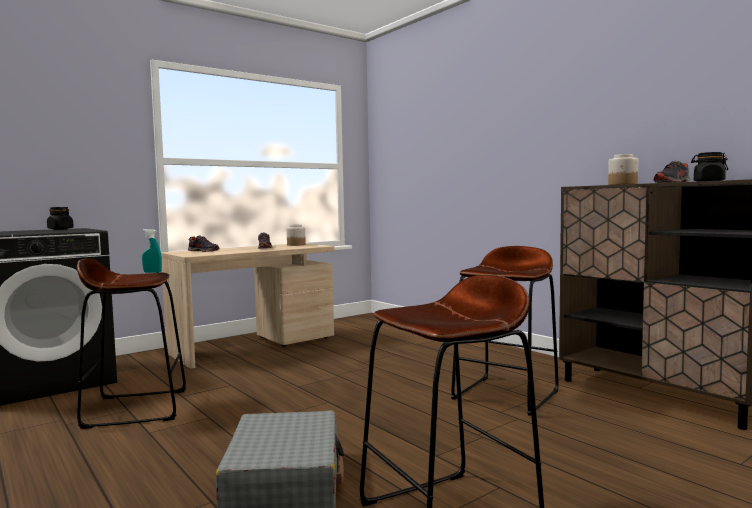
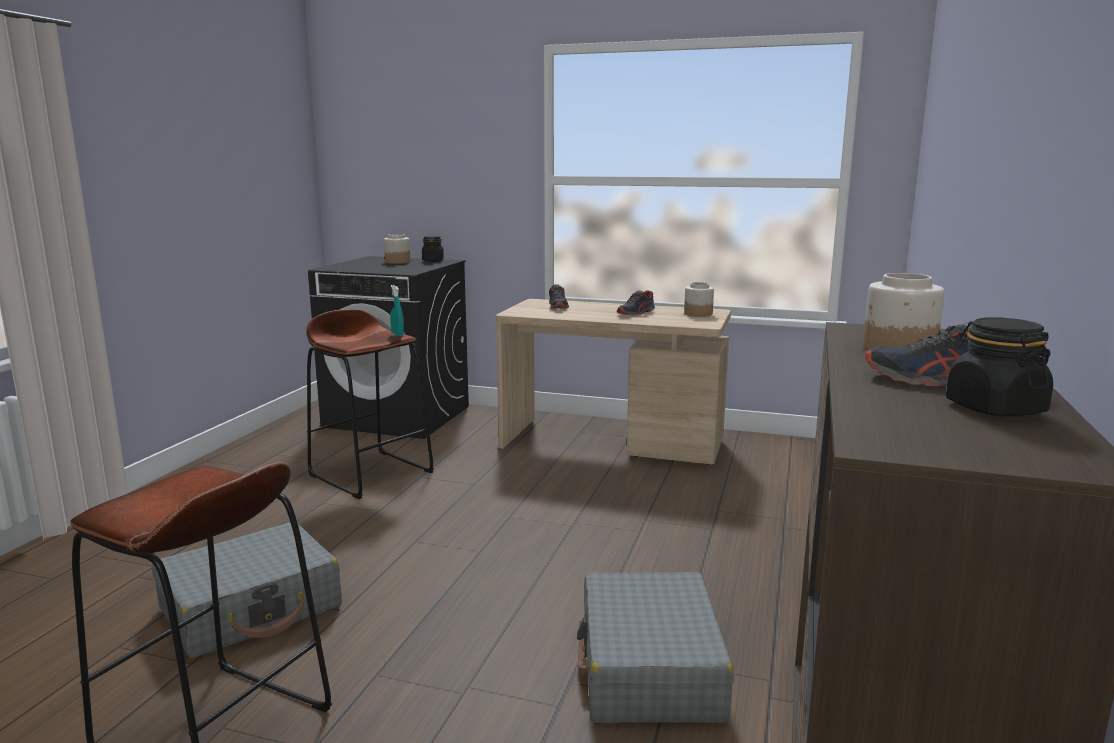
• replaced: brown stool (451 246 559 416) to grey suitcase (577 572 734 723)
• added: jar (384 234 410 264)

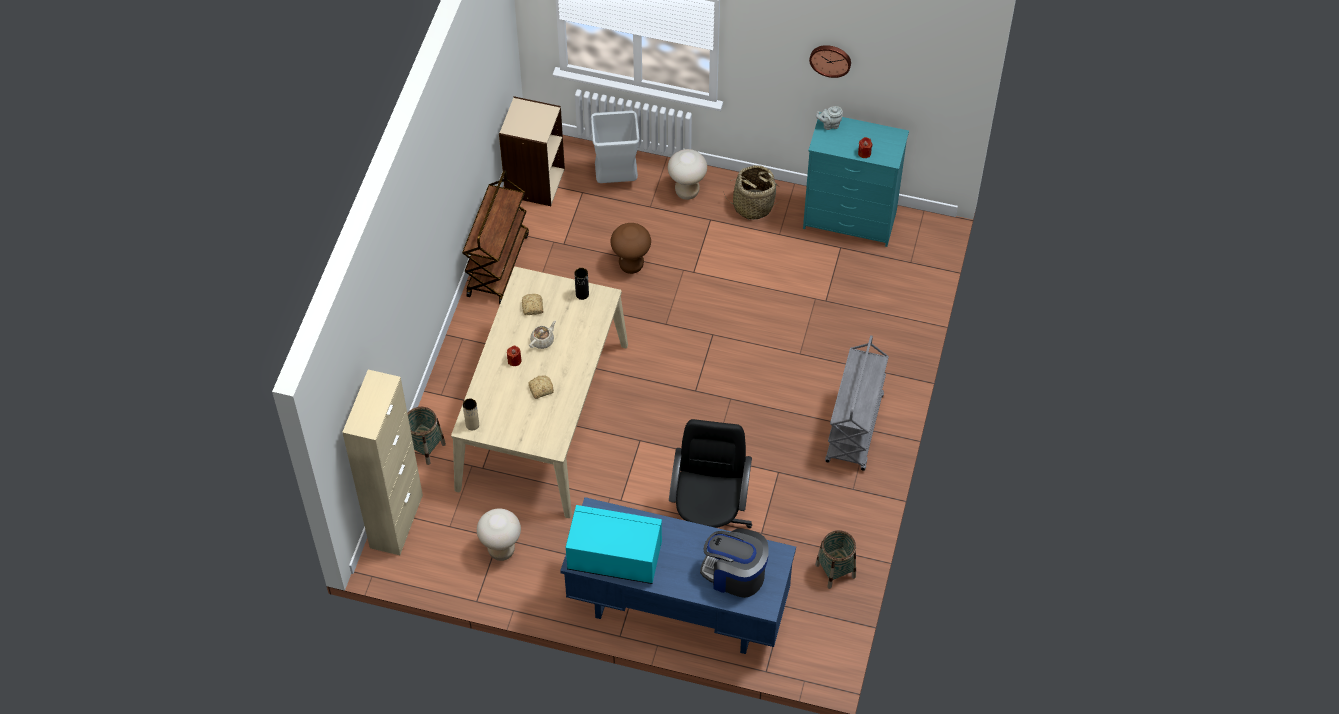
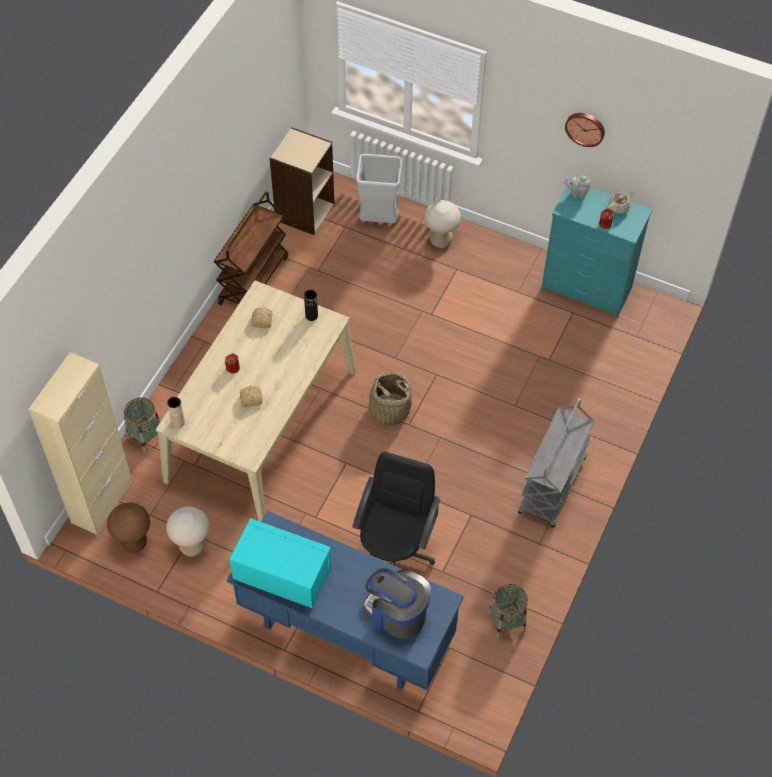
• moved: beige teapot (529 320 556 349) to (608 190 635 213)
• moved: brown stool (611 223 651 274) to (107 503 150 553)
• moved: basket (724 165 780 220) to (361 372 415 426)

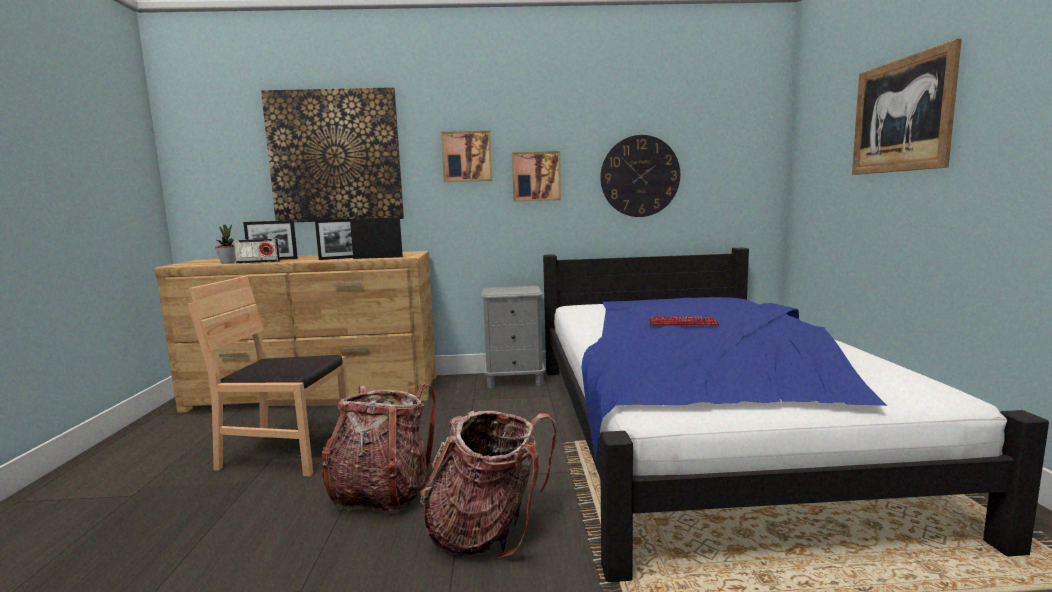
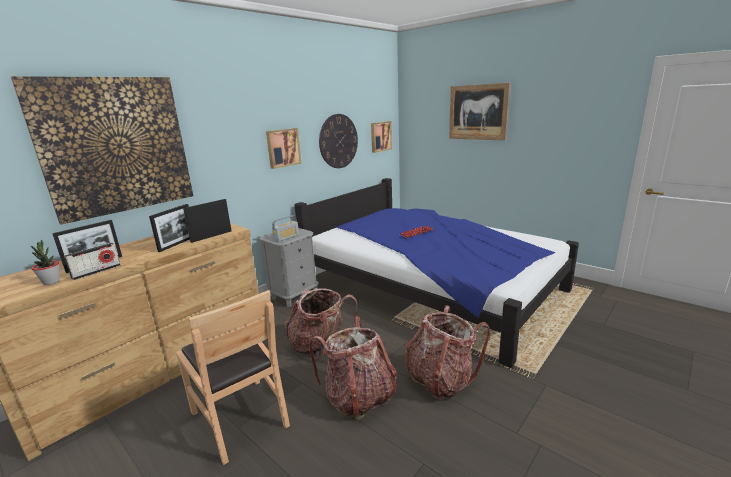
• turned: brown chair (188 276 348 476) = (176 290 290 465) 90 degrees counterclockwise
• moved: picture (441 131 492 182) to (371 121 392 153)
• added: radio (272 215 299 242)
• added: backpack (285 288 357 359)

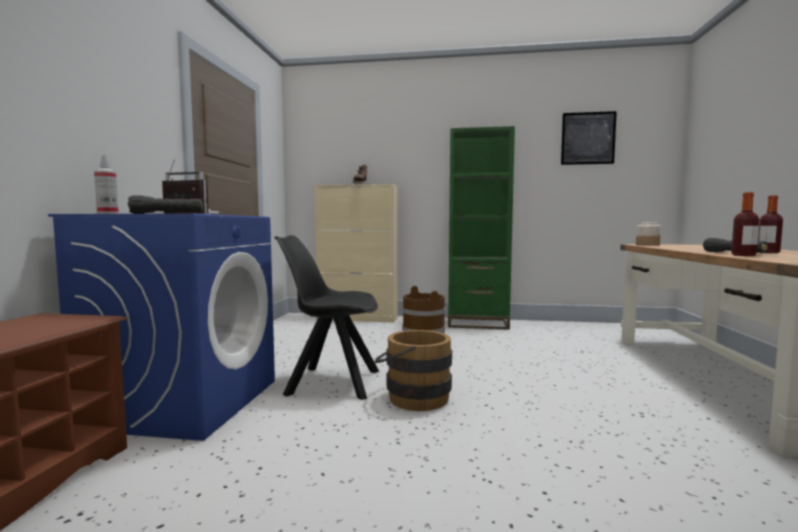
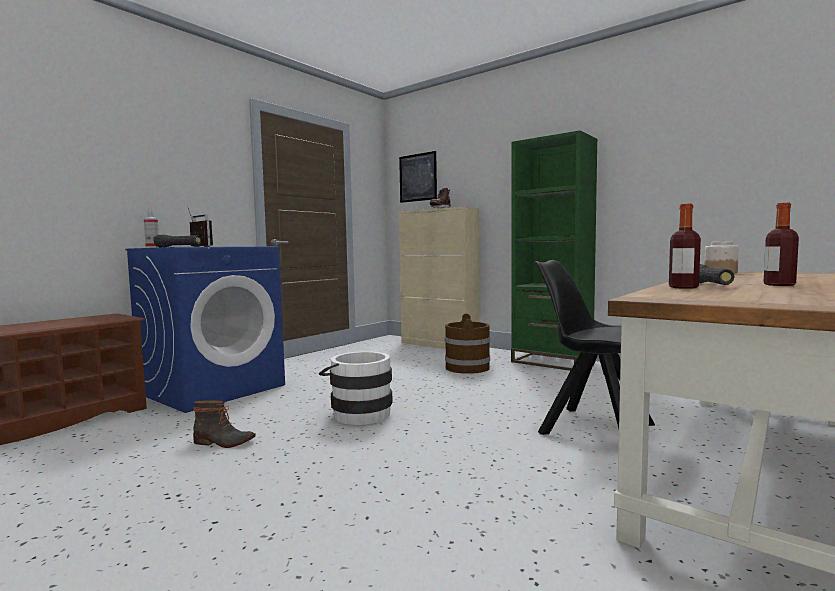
• moved: black chair (274 235 379 400) to (535 260 655 435)
• recoloured: brown bucket (375 330 452 411) to white bucket (319 351 393 425)
• moved: picture (561 111 617 165) to (399 151 437 203)
• added: boot (193 400 256 448)

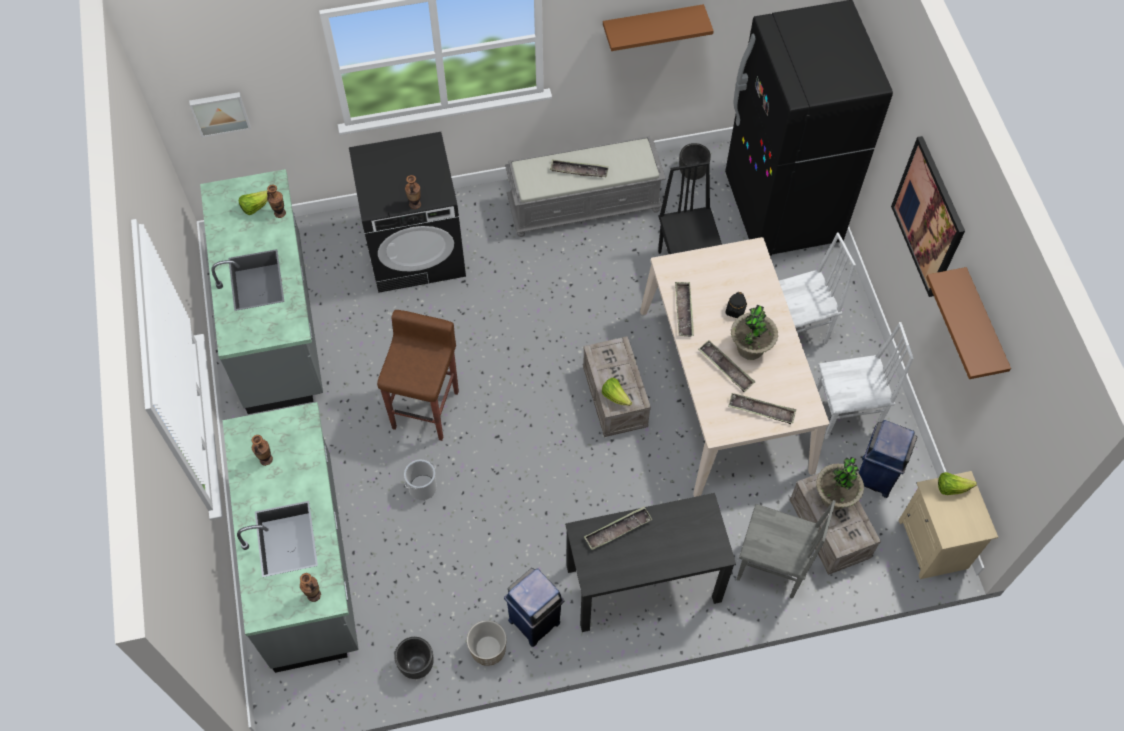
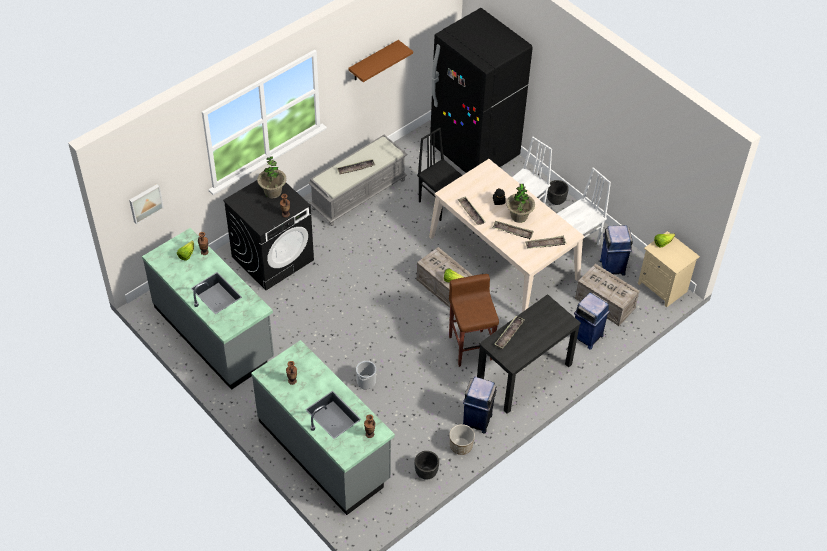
• moved: brown stool (377 310 459 441) to (449 274 499 367)
• moved: black planter (679 143 711 180) to (547 180 569 205)
• replaced: grey chair (736 500 836 599) to blue trash can (574 293 610 350)
• moved: potted plant (816 457 864 510) to (257 157 287 198)
• removed: picture (891 136 965 297)
• removed: brown shelf (926 267 1011 379)

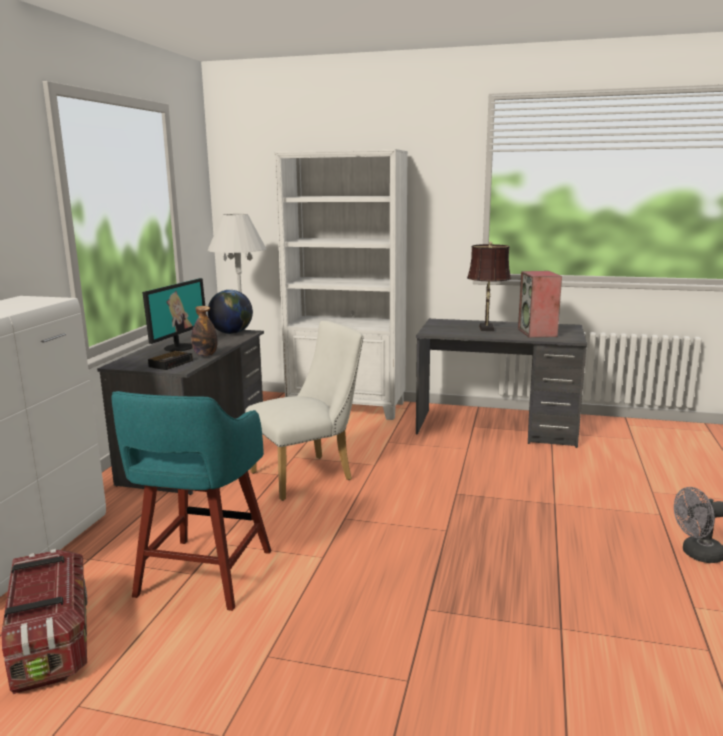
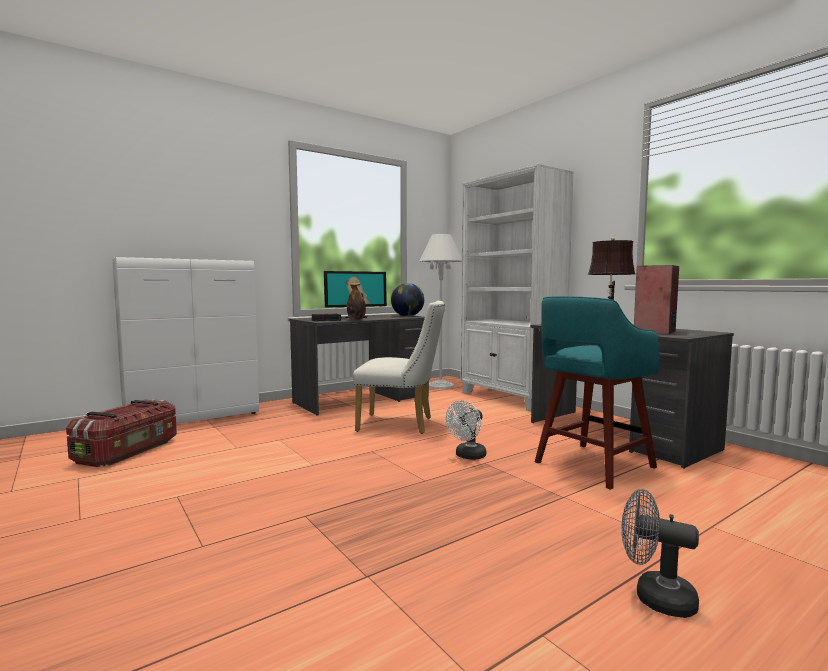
• moved: turquoise stool (111 391 271 611) to (535 296 661 490)
• added: white fan (446 401 486 460)

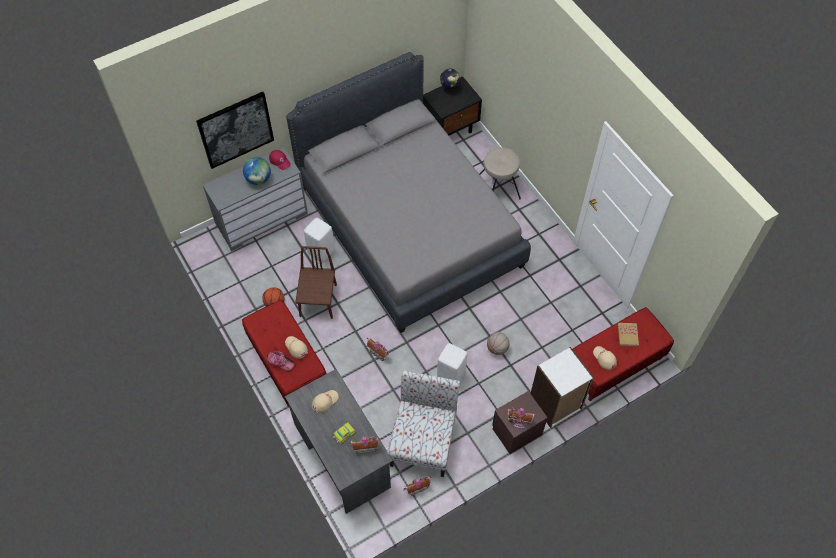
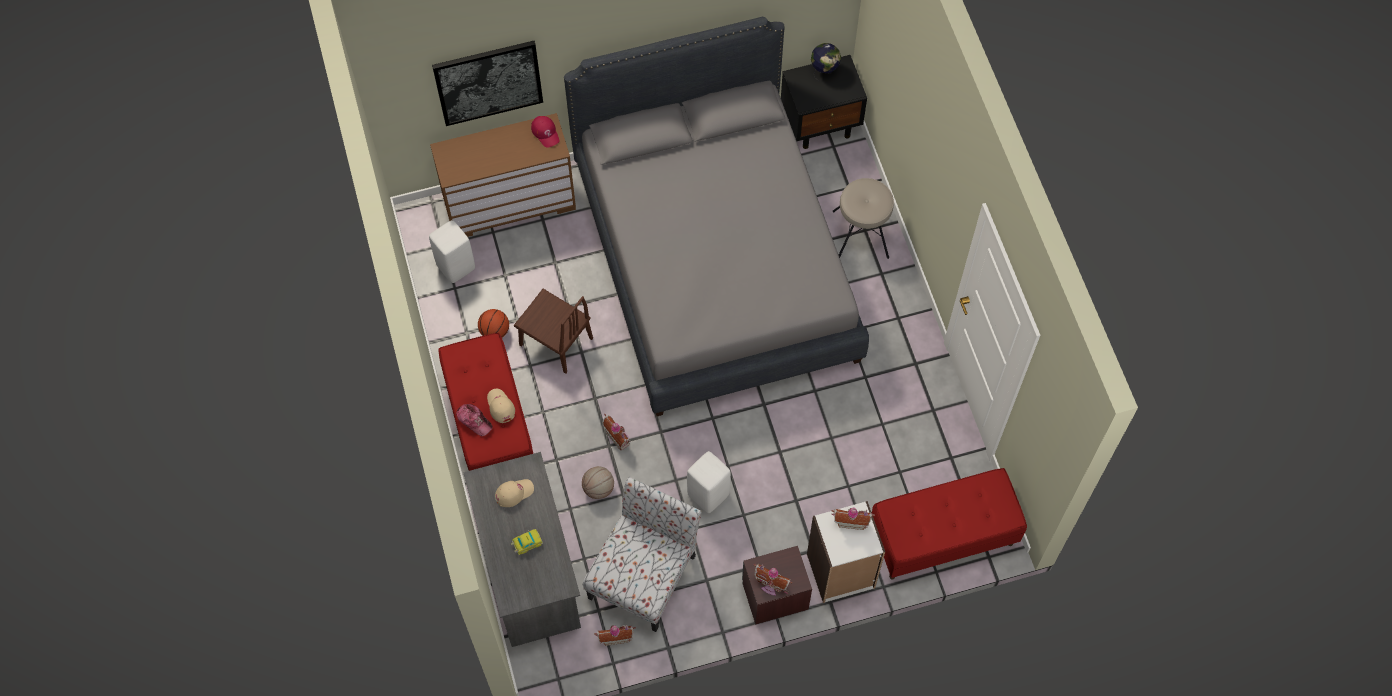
• recoloured: grey dresser (203 148 308 251) to brown dresser (430 113 576 237)
• removed: globe (243 157 271 185)
• turned: brown chair (295 246 337 319) = (514 289 593 374) 105 degrees clockwise
• moved: white stool (304 218 335 262) to (429 220 475 283)
• moved: toy house (349 436 381 454) to (832 508 875 530)
• moved: basketball (487 332 510 355) to (582 466 614 499)
• removed: beige cap (593 346 617 370)
• removed: book (618 323 639 346)

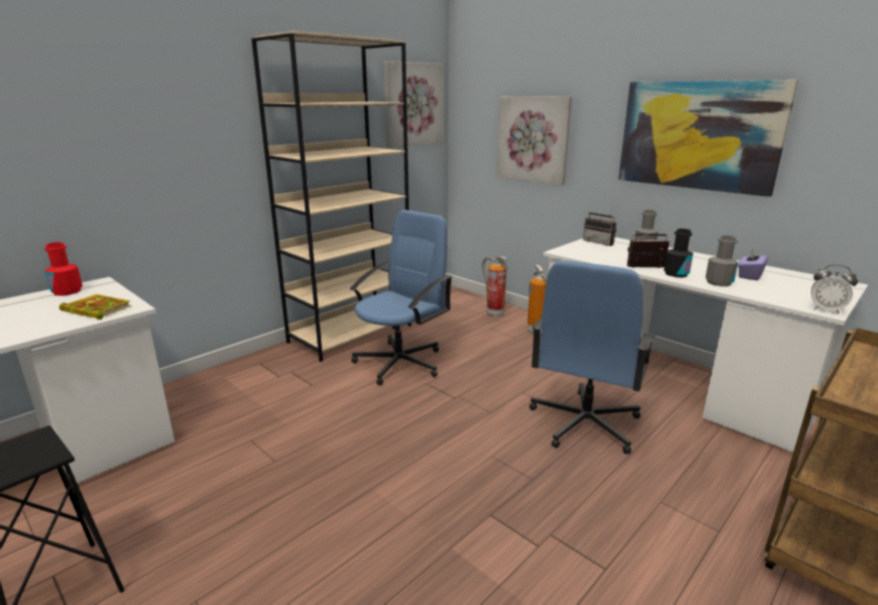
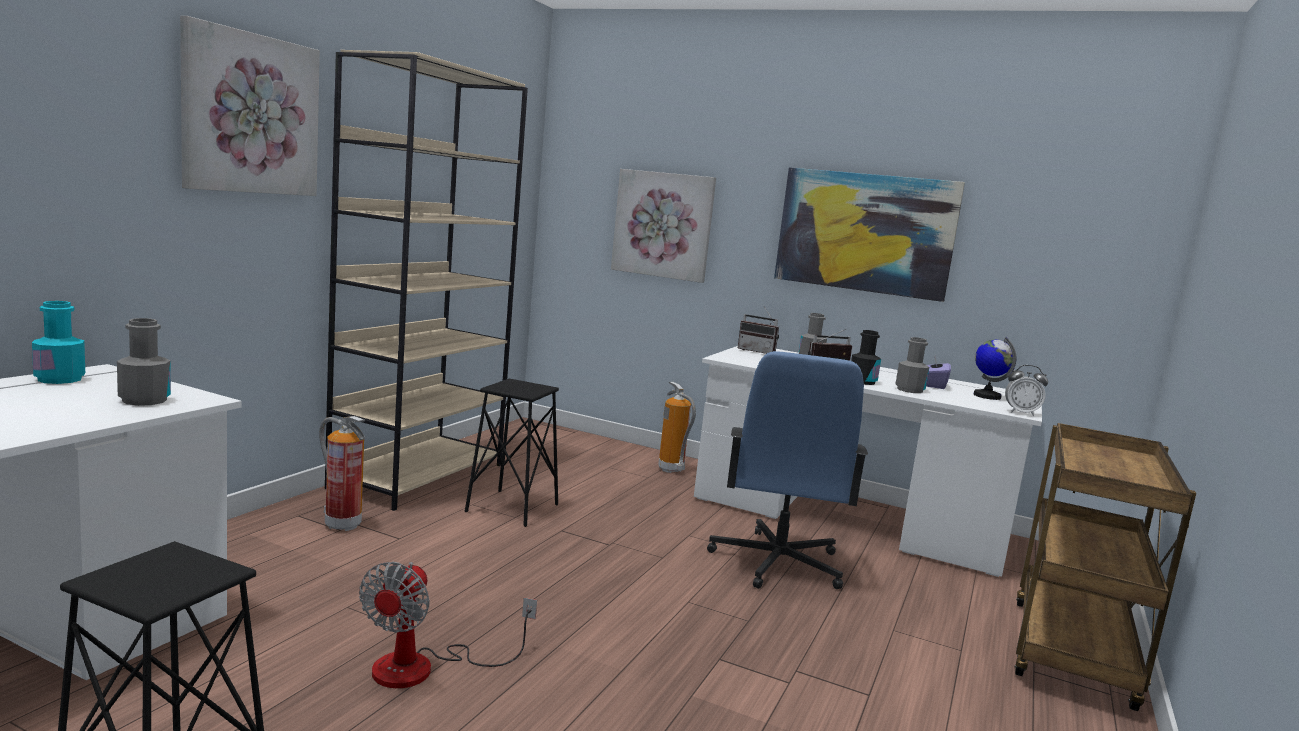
• recoloured: red bottle (44 242 83 296) to turquoise bottle (32 301 85 384)
• replaced: book (59 294 131 320) to grey bottle (117 318 171 406)
• replaced: blue office chair (350 210 453 385) to black stool (465 379 559 527)
• moved: picture (384 61 444 147) to (180 16 320 196)
• moved: fire extinguisher (482 256 508 317) to (319 416 365 531)
• added: fan (359 562 537 688)
• added: globe (974 337 1016 400)

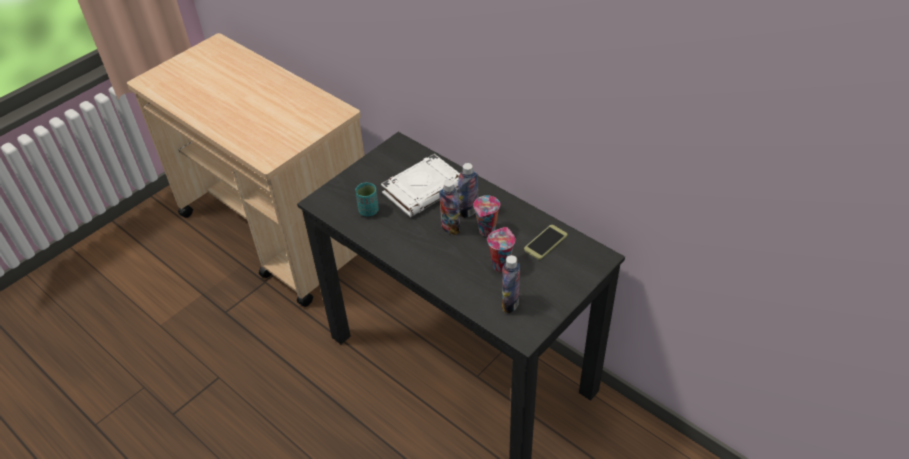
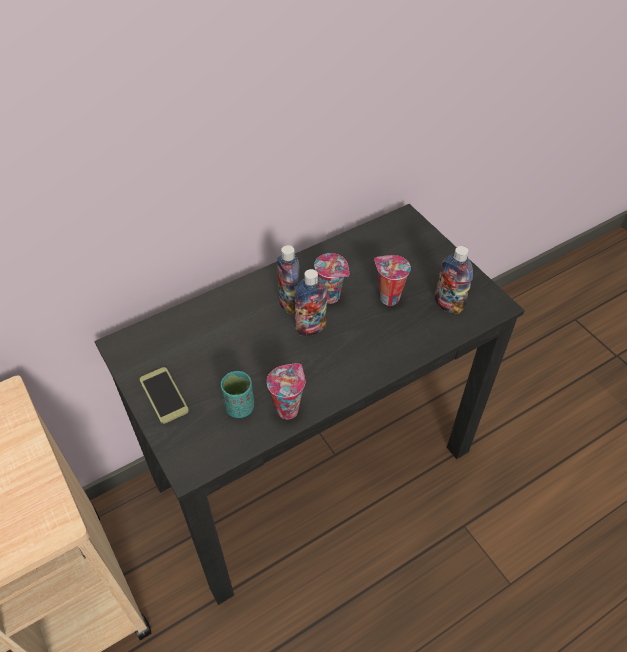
• removed: white book (381 154 460 217)
• moved: phone (524 225 567 260) to (140 367 189 424)
• added: cup (267 363 305 419)

